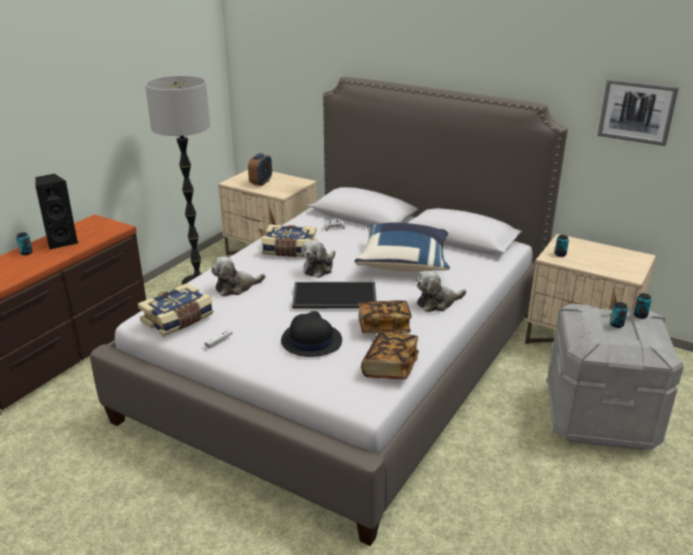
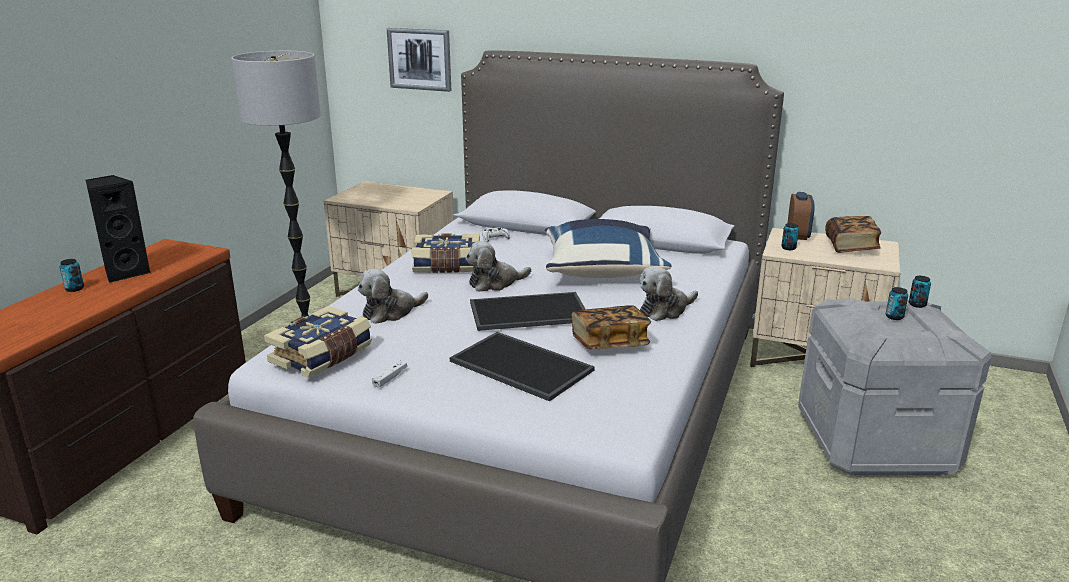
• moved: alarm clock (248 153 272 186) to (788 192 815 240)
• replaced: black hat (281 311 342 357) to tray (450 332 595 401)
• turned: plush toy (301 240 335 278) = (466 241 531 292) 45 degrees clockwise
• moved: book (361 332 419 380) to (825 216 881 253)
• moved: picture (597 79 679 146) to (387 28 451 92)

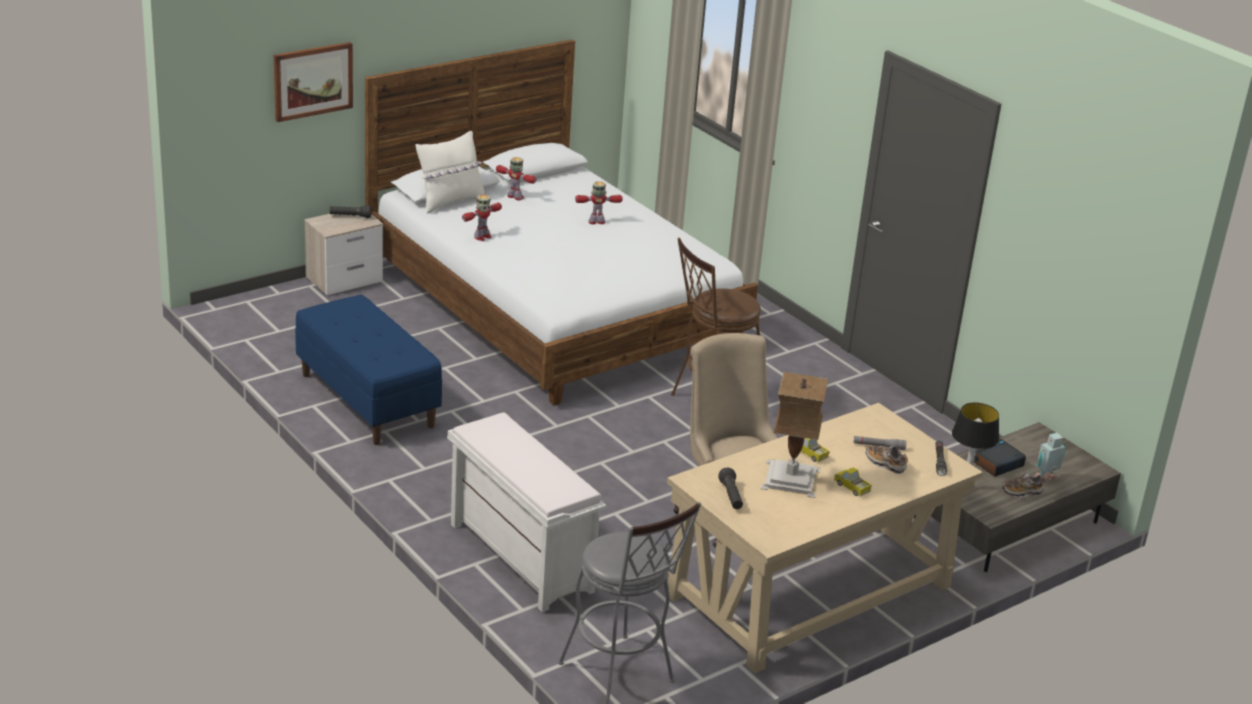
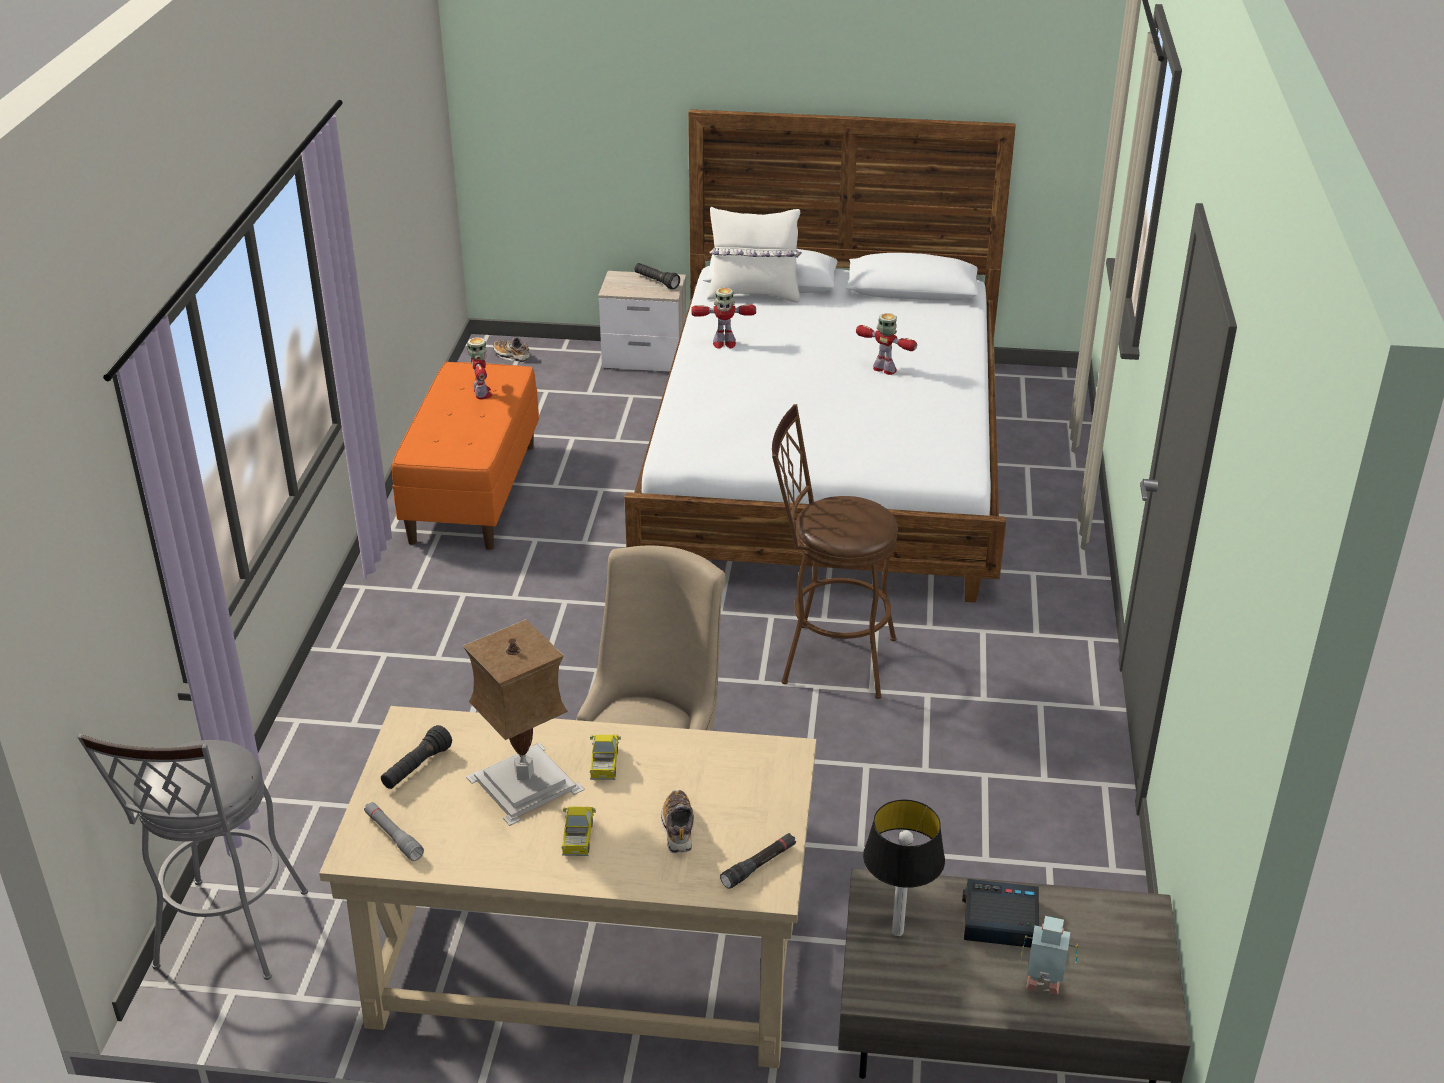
• removed: picture (274 42 353 122)
• recoloured: blue bench (295 295 442 445) to orange bench (392 362 539 550)
• removed: white bench (447 412 606 612)
• moved: toy robot (496 157 536 200) to (467 337 493 399)
• moved: grey flashlight (853 436 906 450) to (364 802 424 861)
• moved: shoe (1001 472 1045 497) to (493 337 530 363)

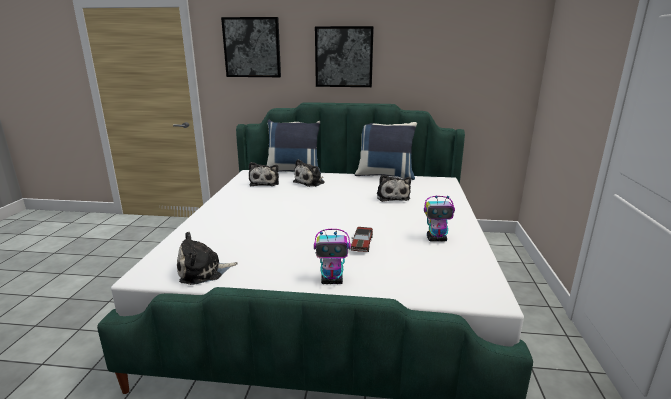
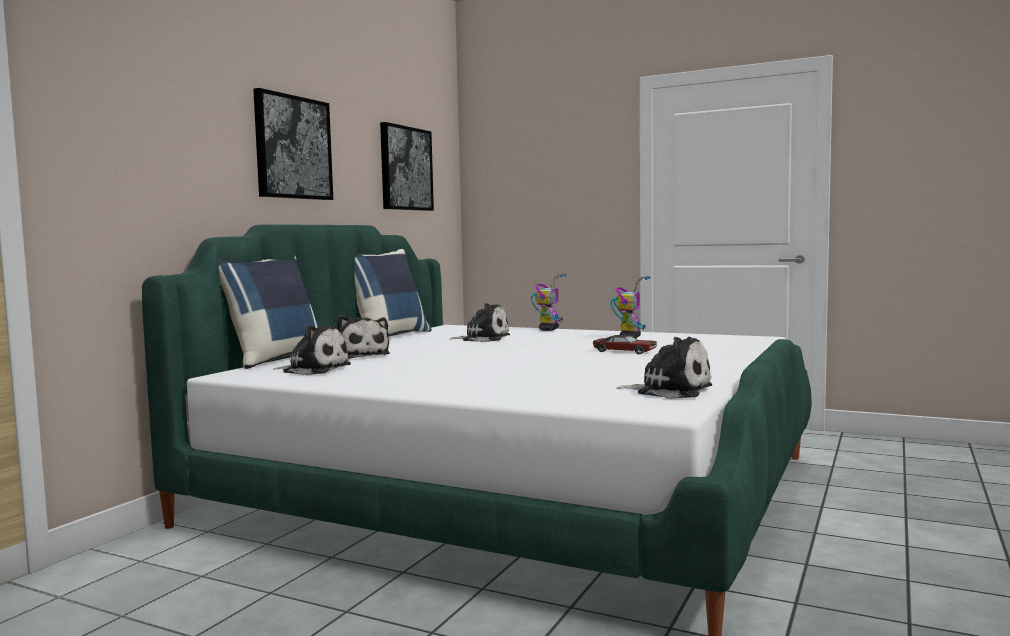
• turned: plush toy (177 232 238 285) = (617 337 712 399) 60 degrees counterclockwise
• moved: picture (221 17 281 77) to (380 122 434 211)
• moved: toy robot (314 229 351 284) to (531 274 567 331)

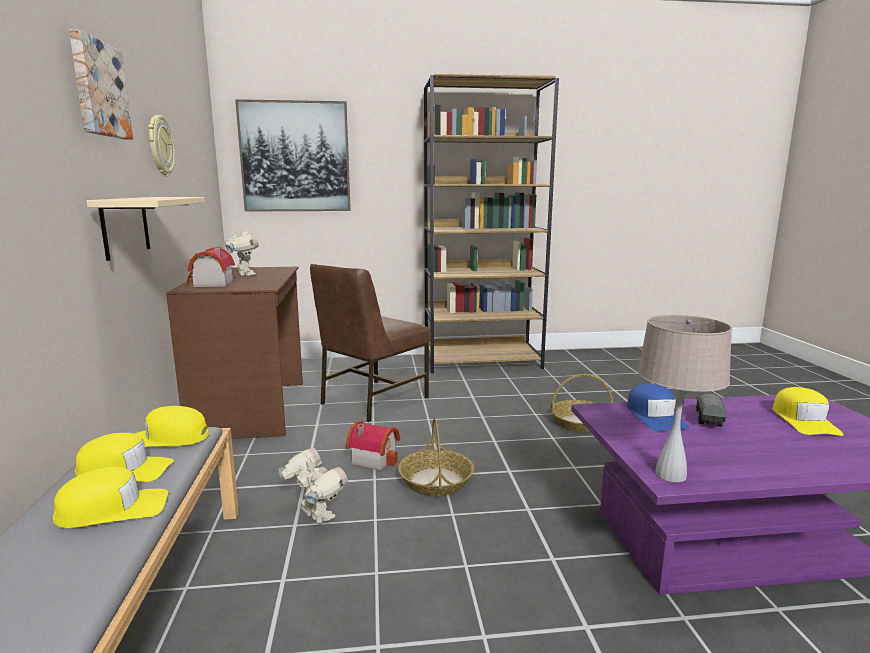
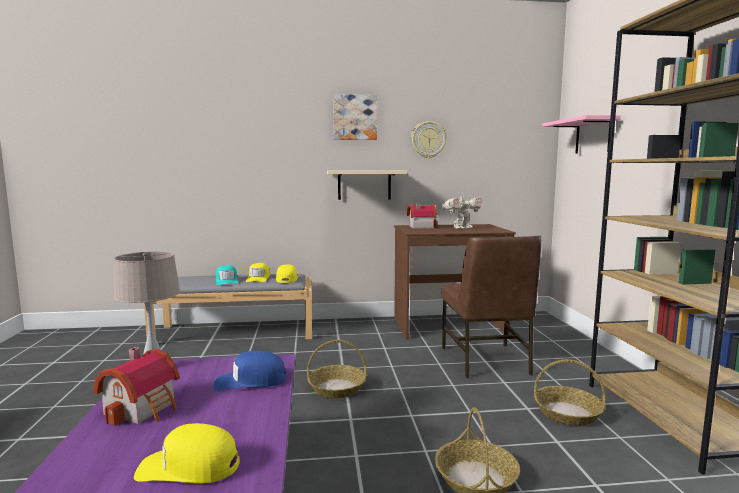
• recoloured: yellow cap (53 466 168 528) to turquoise cap (216 265 238 285)
• replaced: picture (235 99 351 212) to pink shelf (542 115 621 154)
• removed: toy robot (279 448 348 524)
• turned: brown chair (310 263 431 422) = (442 236 541 378) 135 degrees counterclockwise
• moved: toy house (346 421 400 470) to (93 347 180 426)
• removed: toy truck (696 394 726 427)
• added: basket (534 359 606 426)

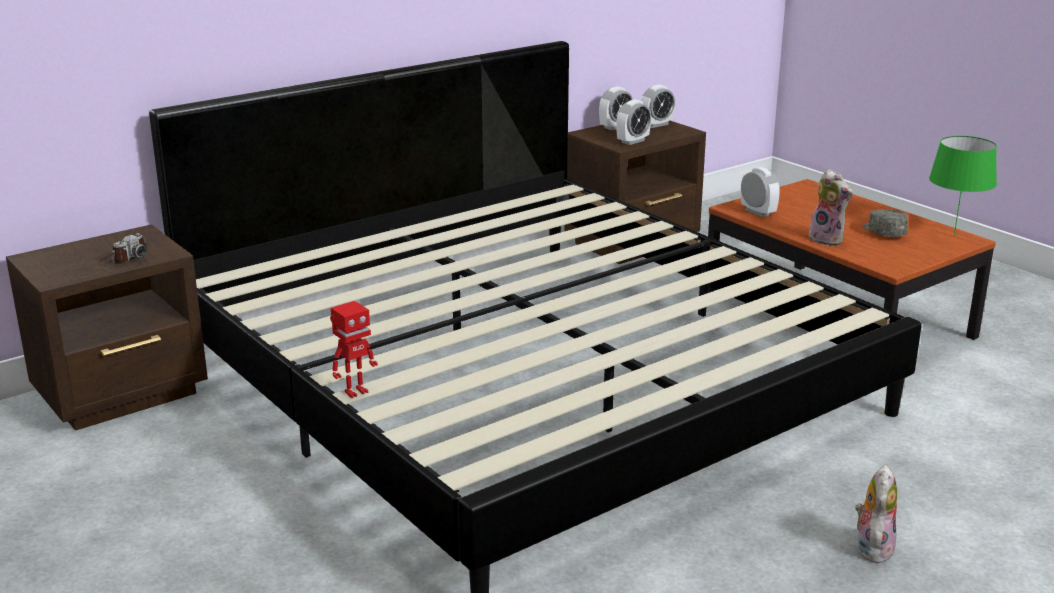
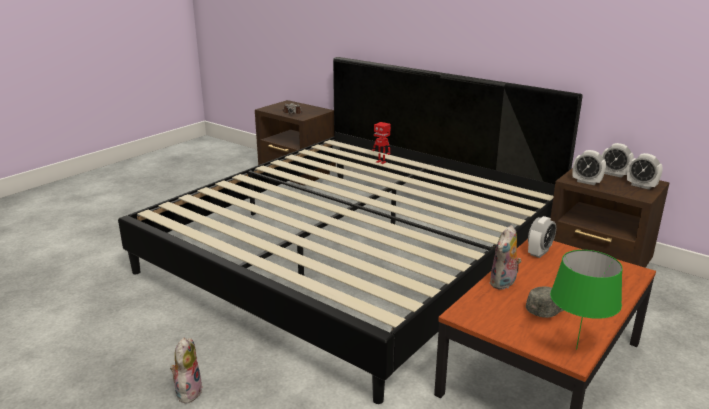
• moved: toy robot (330 301 378 398) to (372 122 391 164)
• turned: plush toy (855 464 897 563) = (170 337 203 404) 90 degrees counterclockwise

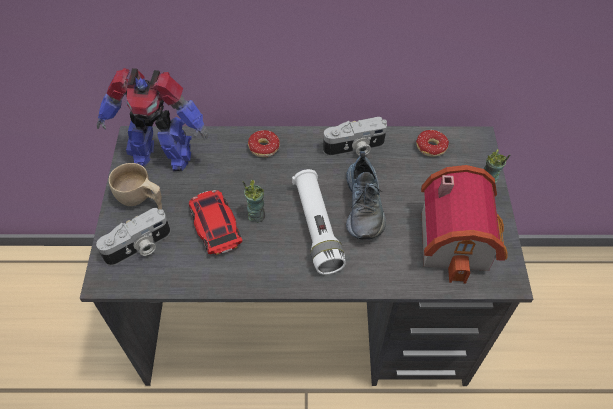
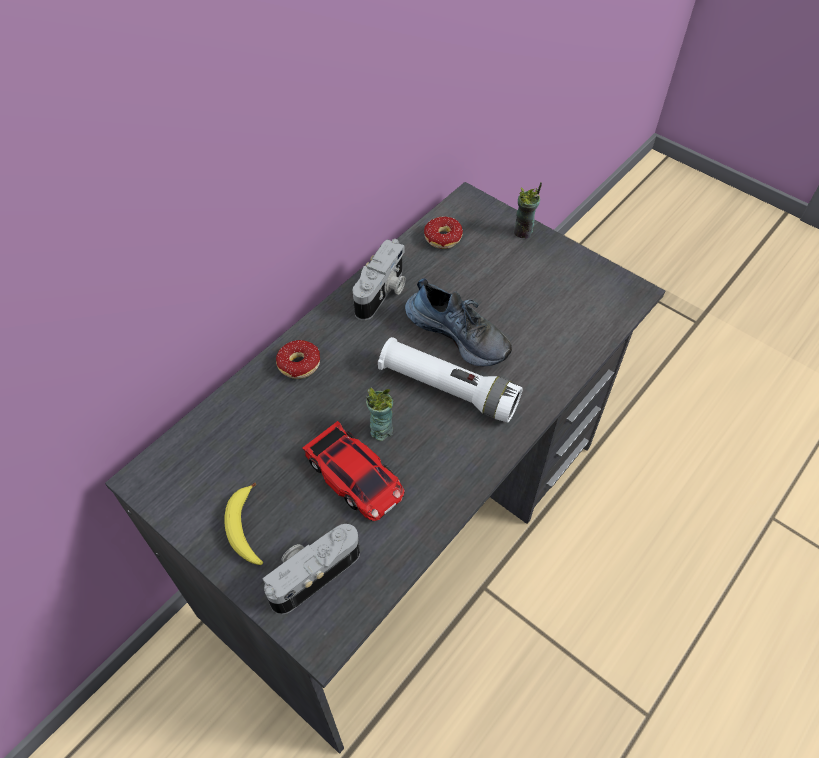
• turned: photo camera (96 208 170 266) = (262 524 360 615) 135 degrees counterclockwise
• removed: toy robot (97 68 209 171)
• replaced: beige cup (109 163 162 210) to banana (224 483 263 565)
• turned: toy car (189 190 243 255) = (302 421 405 521) 150 degrees counterclockwise
• removed: toy house (421 165 507 284)

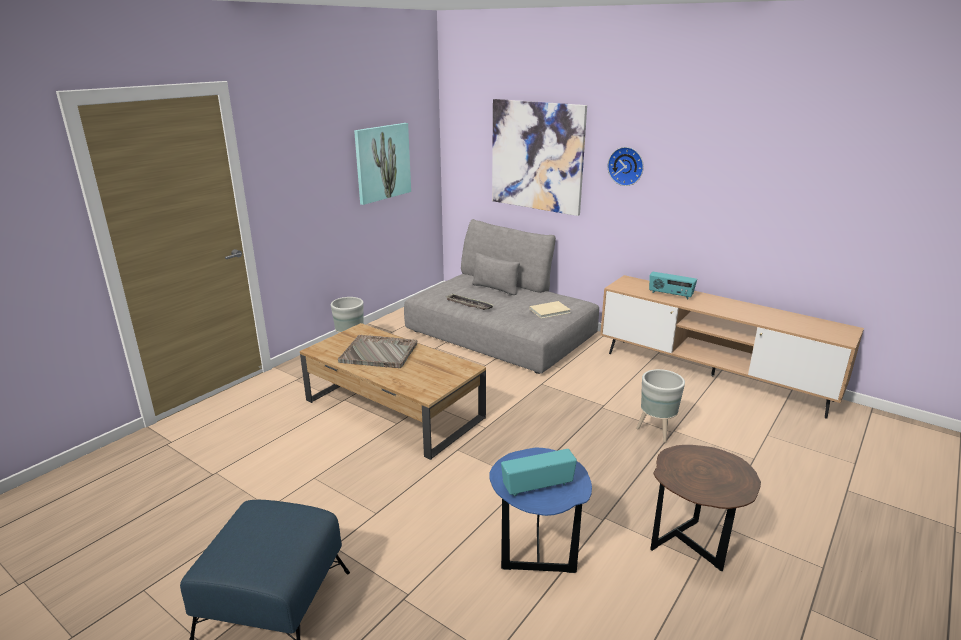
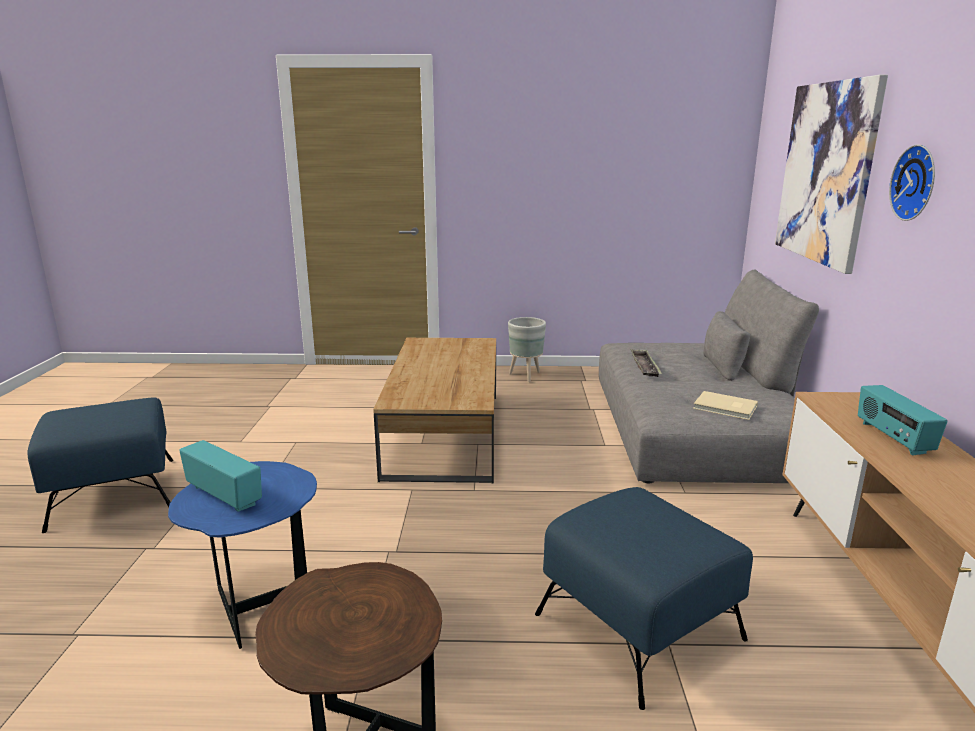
• removed: grey tray (338 335 418 368)
• removed: picture (354 123 411 205)
• replaced: grey planter (636 369 685 443) to blue ottoman (535 487 753 710)

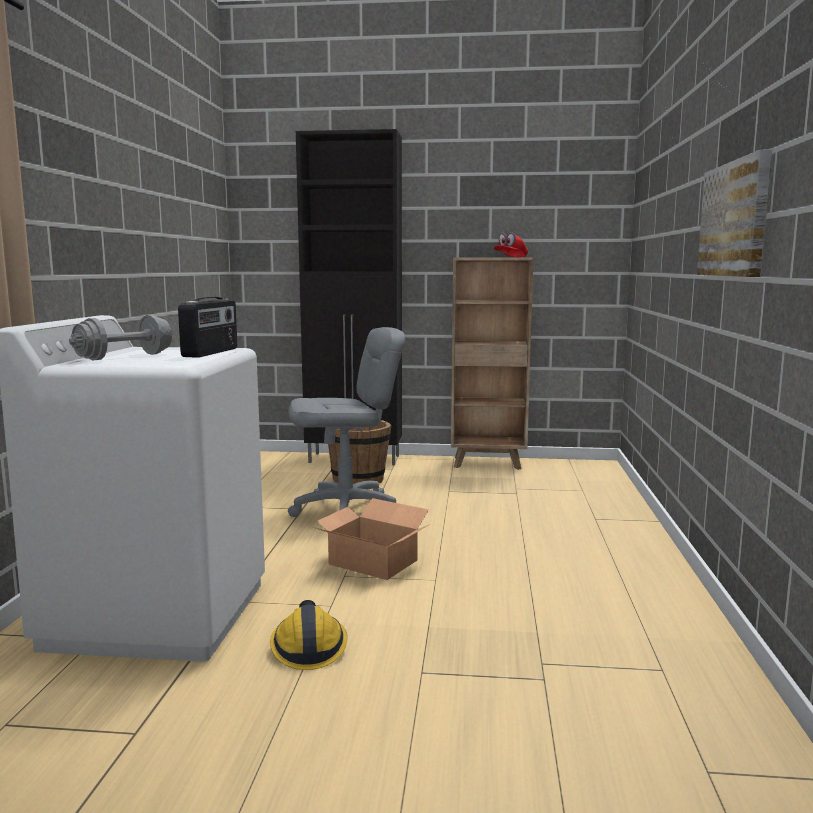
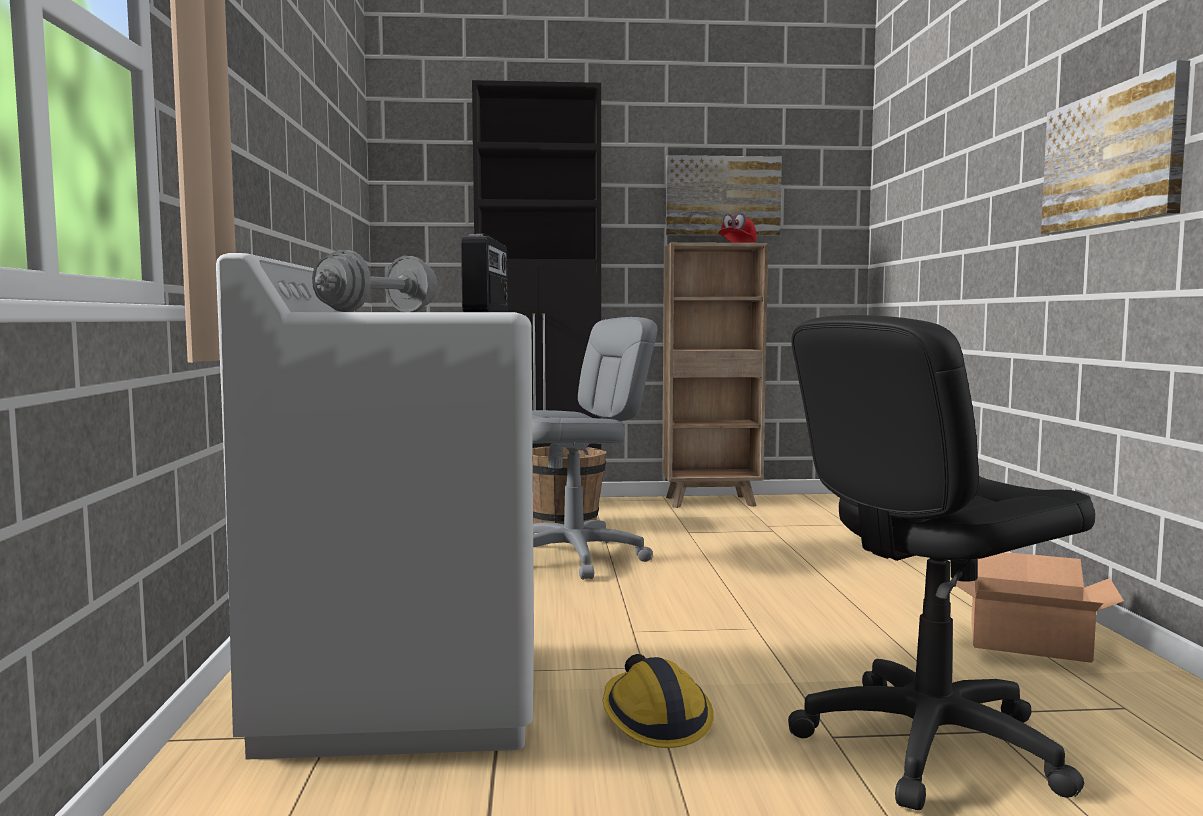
• moved: cardboard box (313 498 430 580) to (956 552 1124 663)
• added: picture (666 155 782 236)
• added: black office chair (788 315 1095 810)

